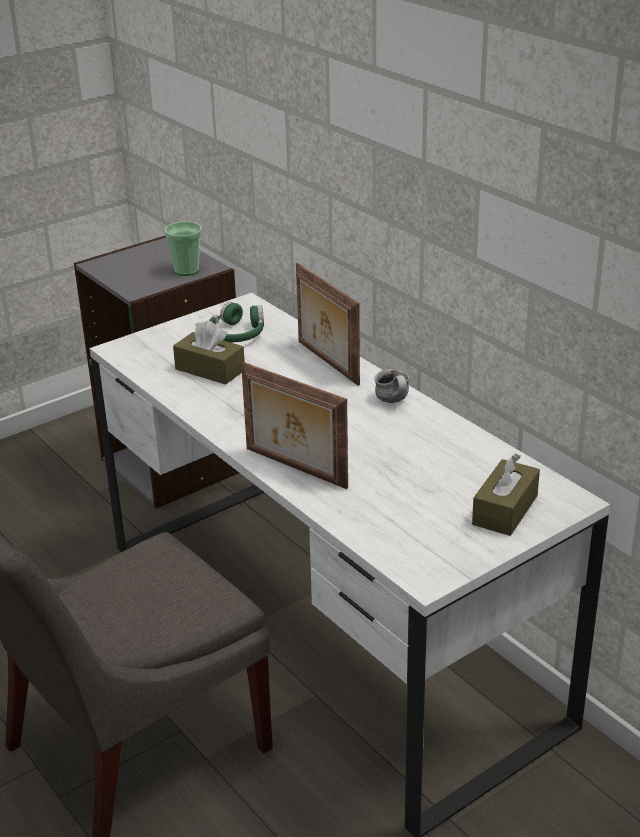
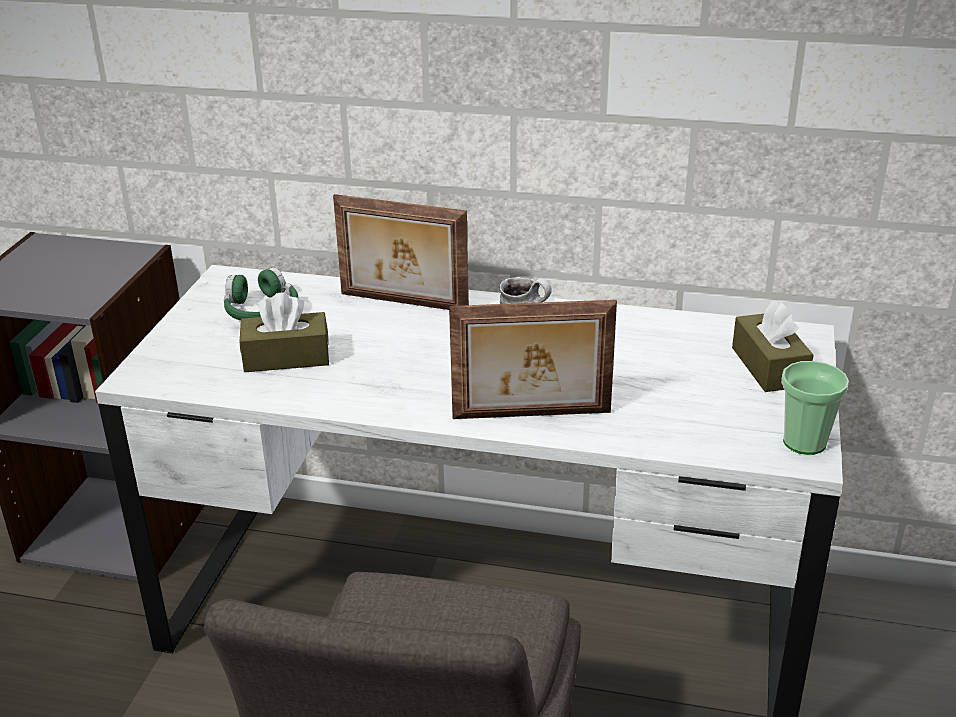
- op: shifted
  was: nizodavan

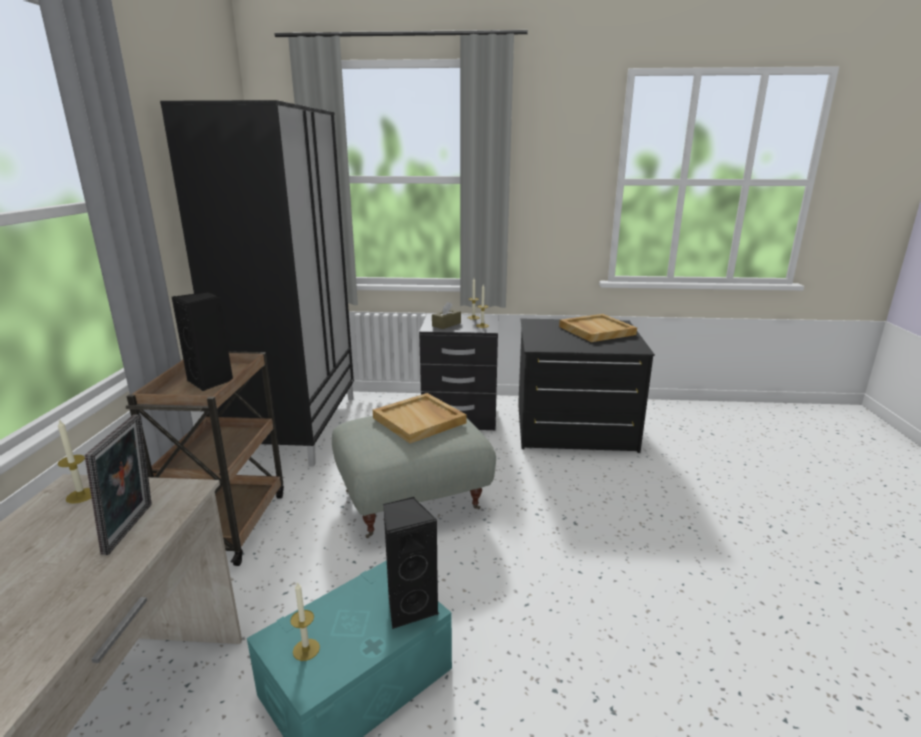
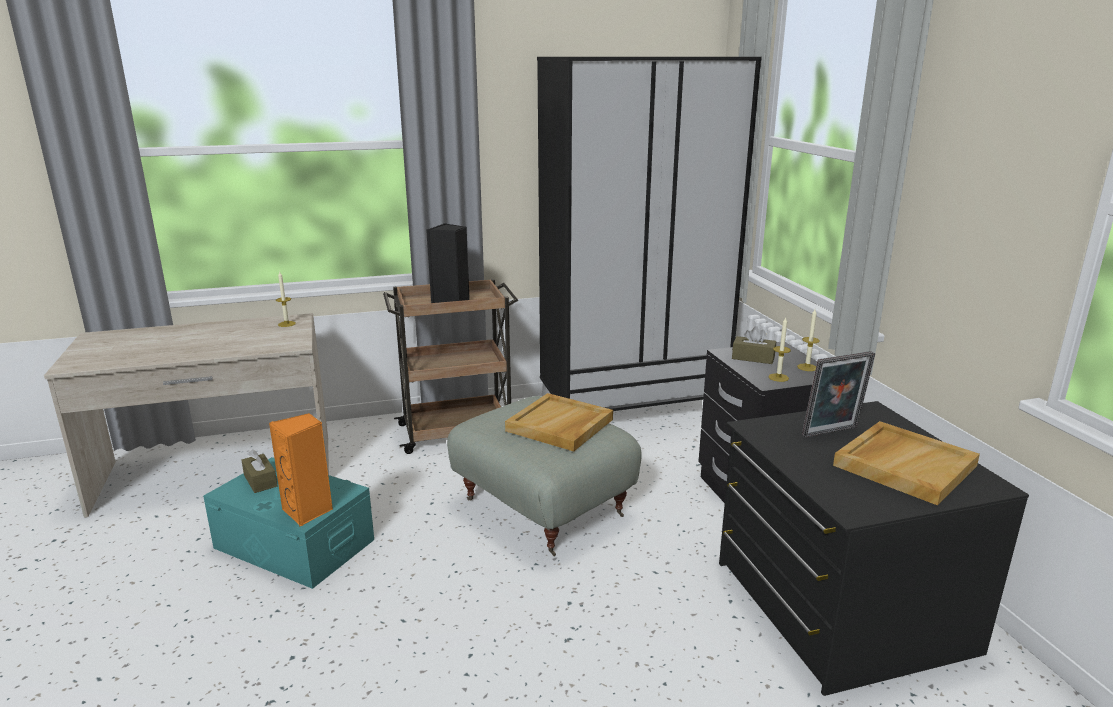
- op: swapped
  was: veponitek (no. 2 from left)
  now: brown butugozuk (no. 1 from left)
- op: repainted
  was: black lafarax (no. 2 from left)
  now: orange lafarax
- op: shifted
  was: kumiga

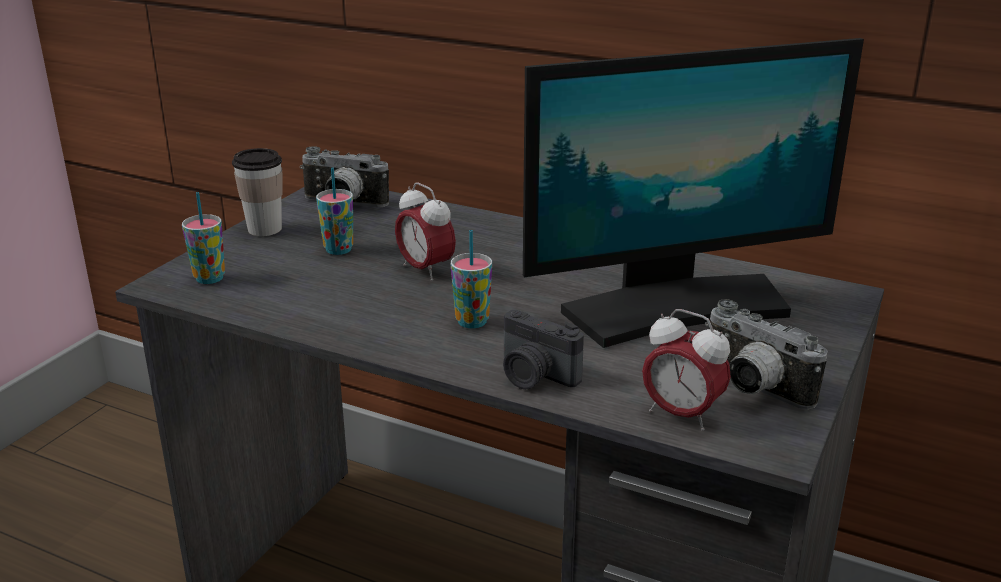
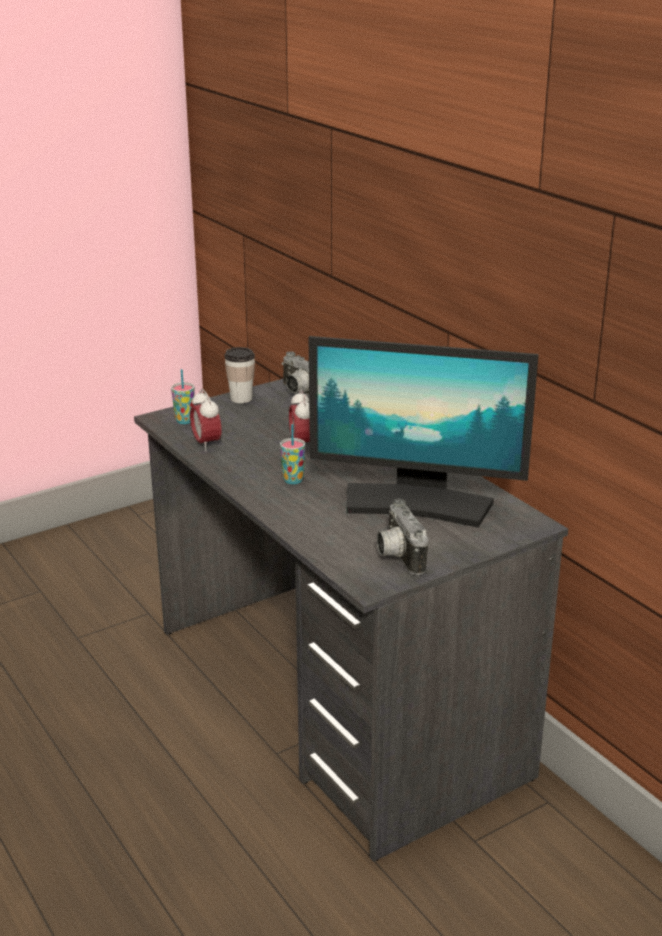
- op: shifted
  was: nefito (no. 2 from left in the first image)
  now: nefito (no. 1 from left)
- op: gone
  was: nizodavan (no. 3 from left)
- op: gone
  was: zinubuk (no. 2 from left)

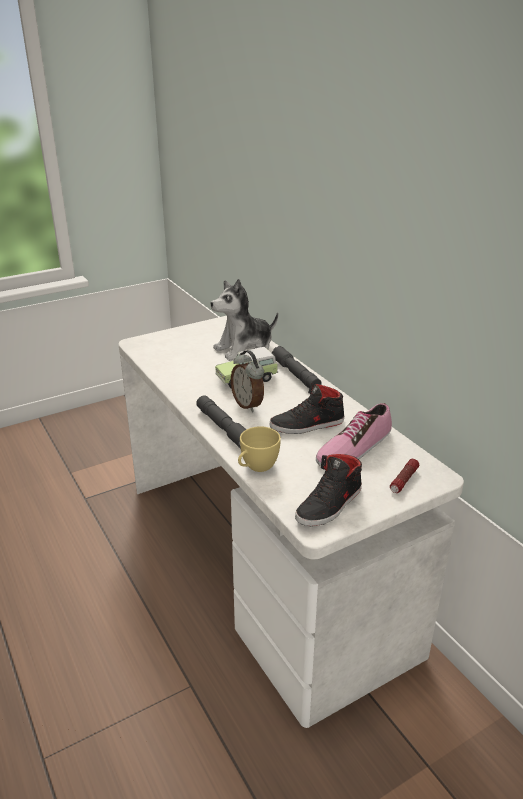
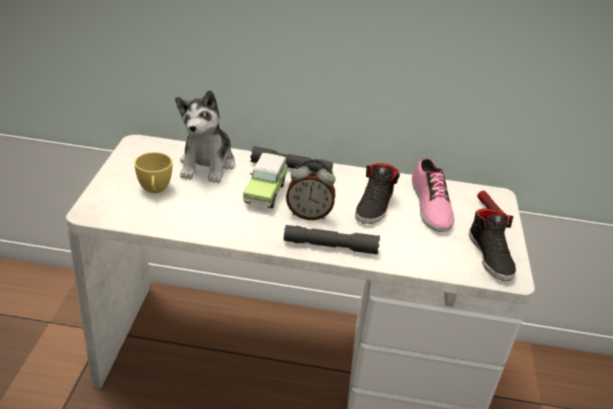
- op: shifted
  was: yellow nizodavan

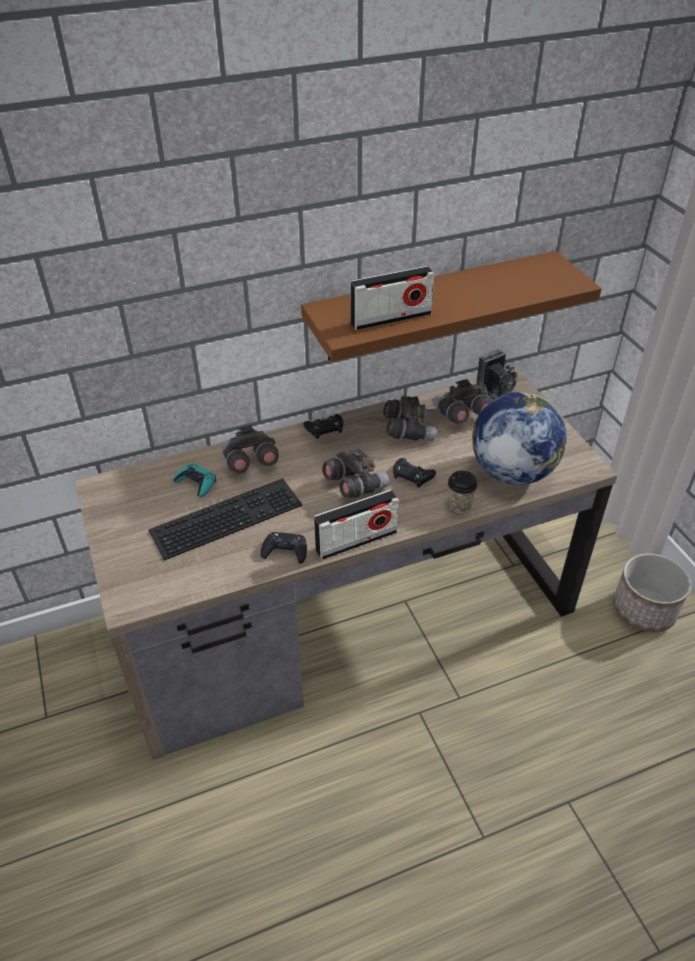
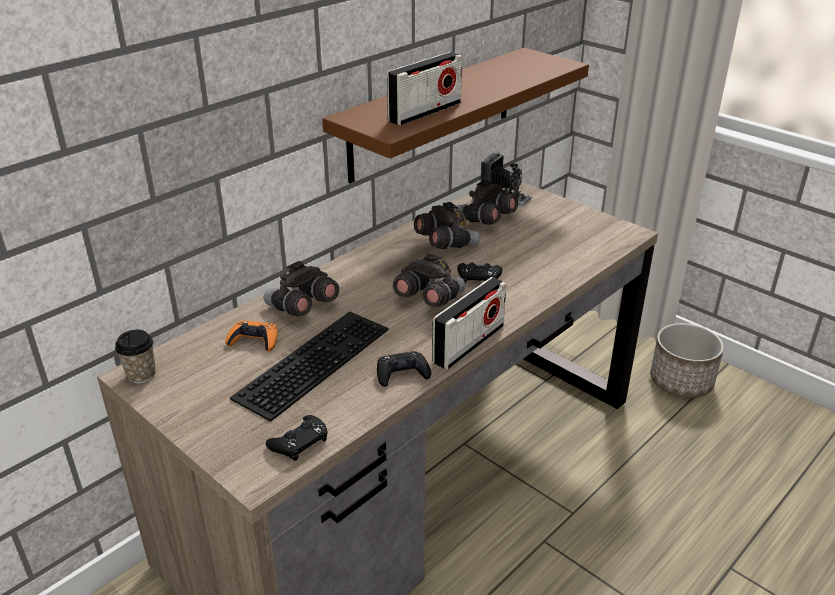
- op: shifted
  was: nizodavan
- op: repainted
  was: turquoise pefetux
  now: orange pefetux
- op: shifted
  was: black pefetux (no. 2 from left in the first image)
  now: black pefetux (no. 1 from left)
- op: gone
  was: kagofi

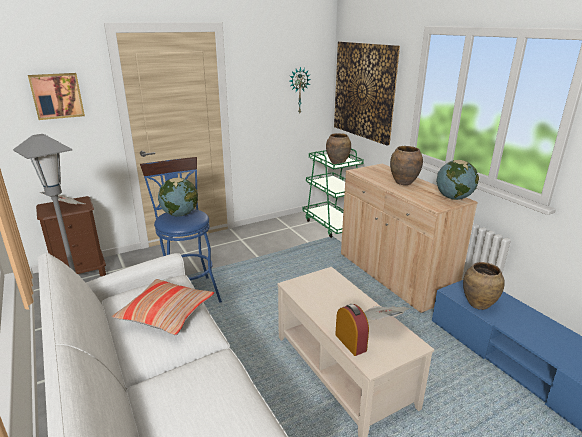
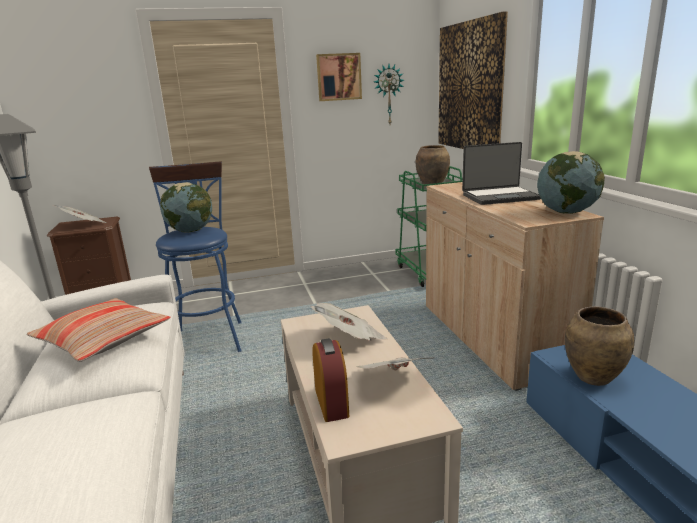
- op: new
  now: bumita (no. 2 from left)
- op: shifted
  was: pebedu (no. 1 from left)
- op: swapped
  was: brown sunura (no. 2 from left)
  now: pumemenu

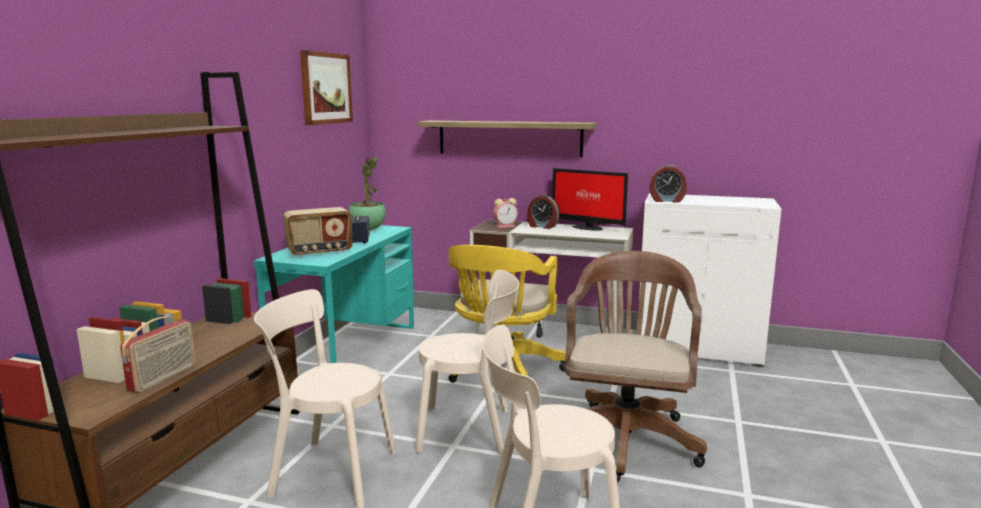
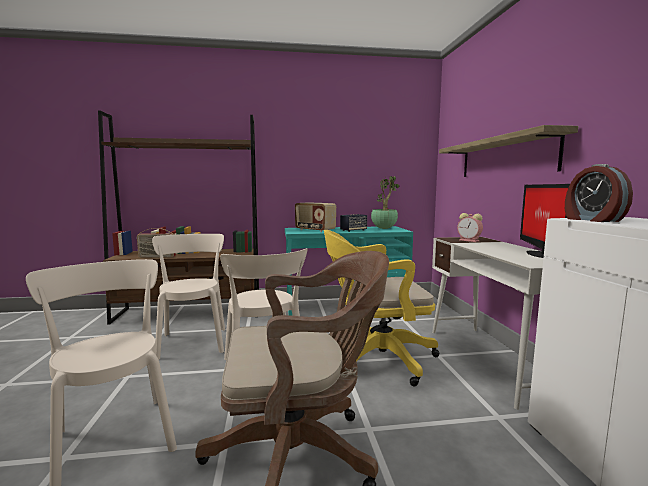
- op: gone
  was: pebedu
- op: gone
  was: nefito (no. 2 from left)

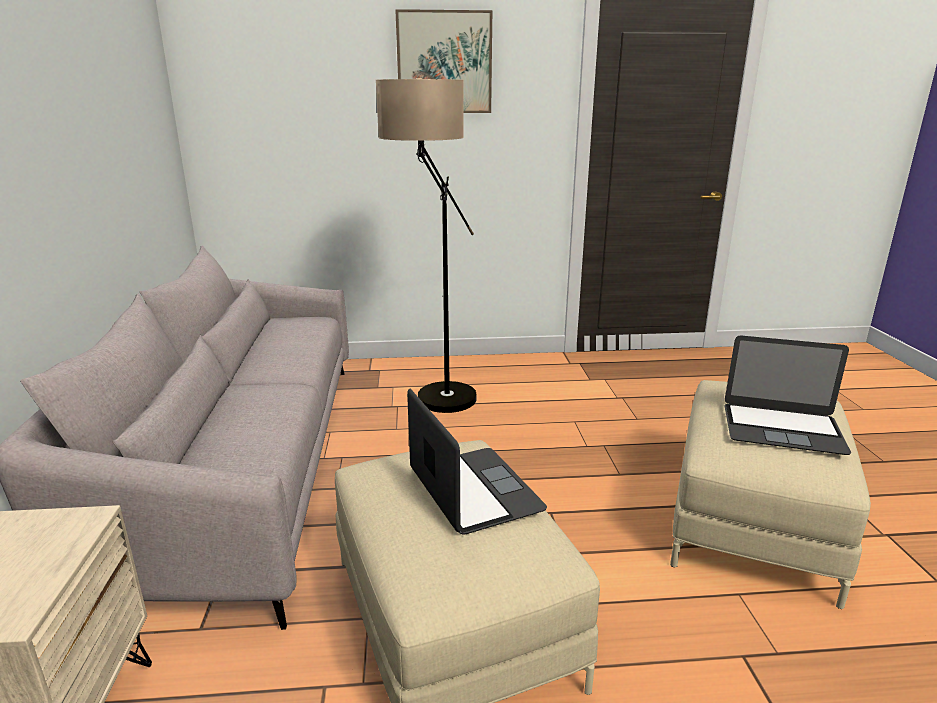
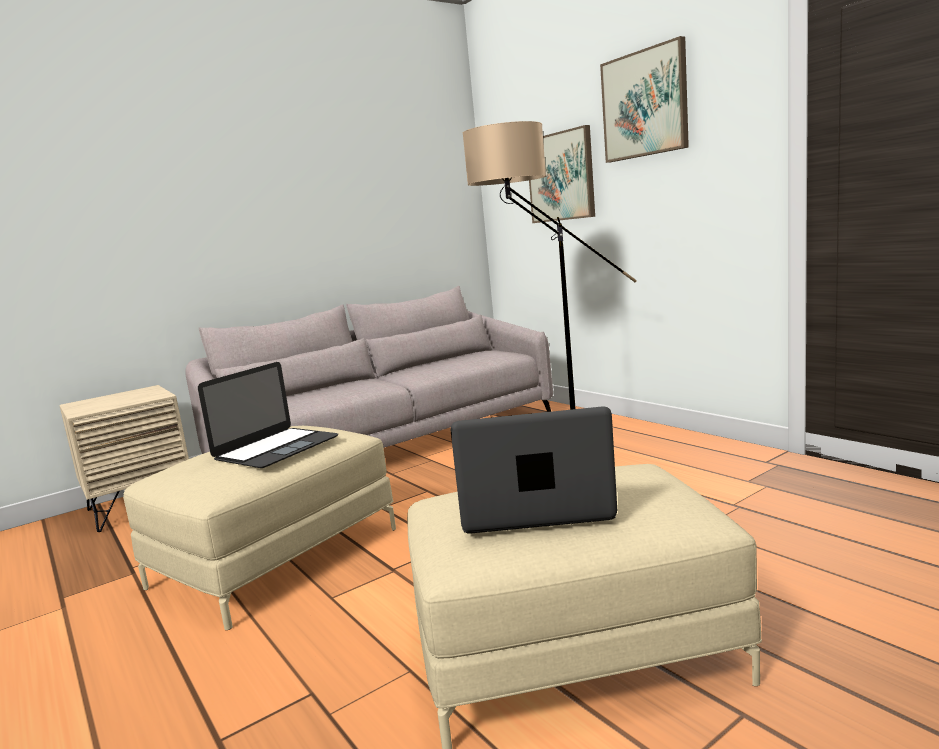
- op: rotated
  was: pumemenu (no. 2 from left)
  clockwise: 105
- op: new
  now: pebedu (no. 1 from left)

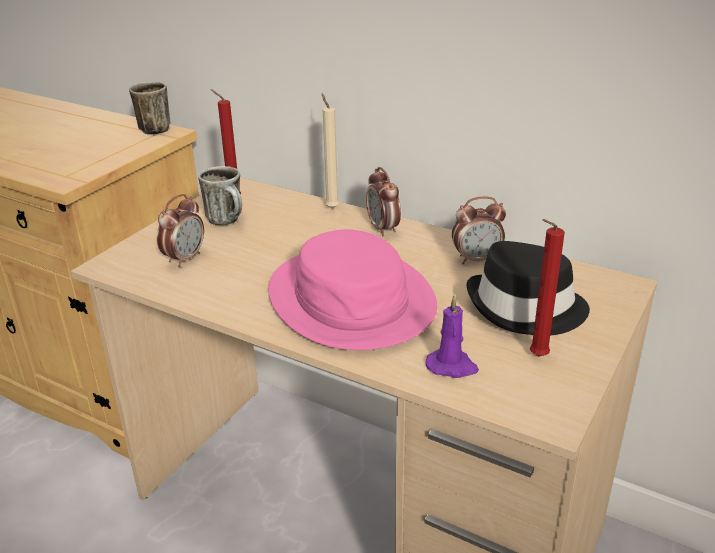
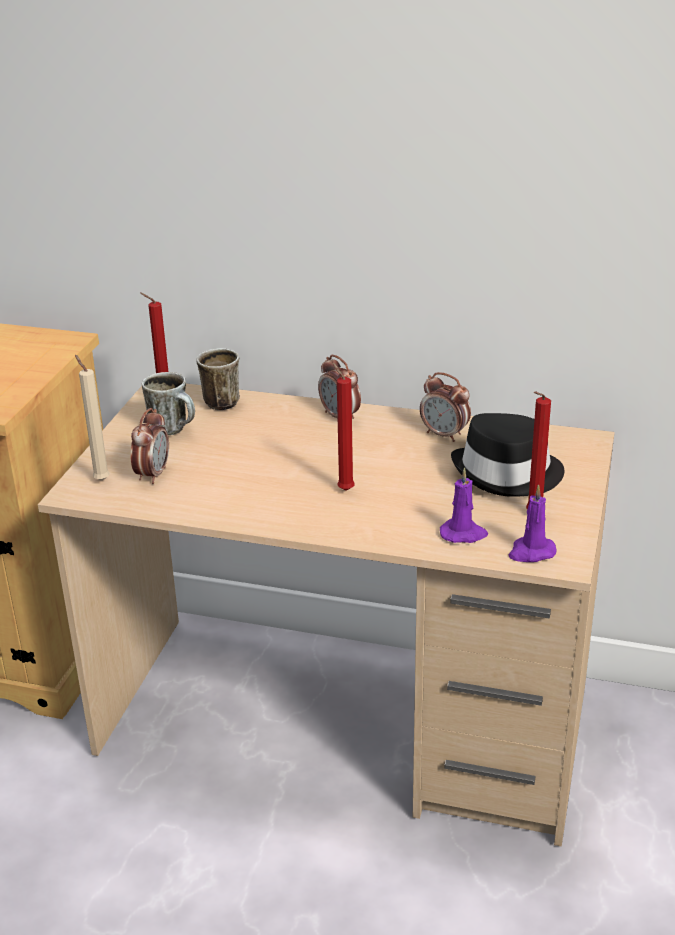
- op: shifted
  was: beige veponitek
- op: shifted
  was: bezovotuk (no. 1 from left in the first image)
  now: bezovotuk (no. 2 from left)
- op: swapped
  was: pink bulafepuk
  now: red veponitek (no. 2 from left)
- op: rotated
  was: nefito (no. 3 from left)
  clockwise: 60
- op: new
  now: purple veponitek (no. 2 from left)

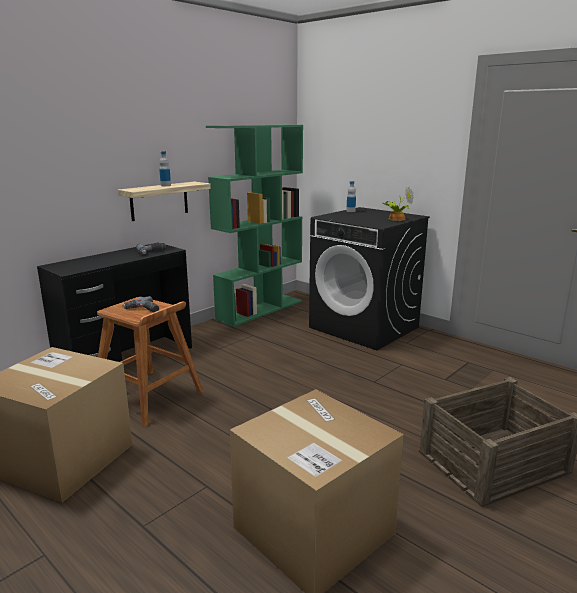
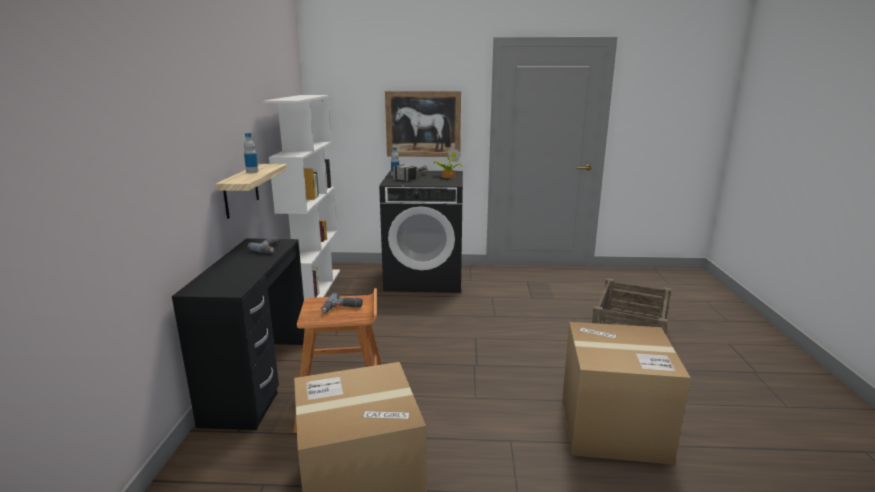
- op: repainted
  was: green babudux
  now: white babudux
- op: new
  now: pebedu
- op: new
  now: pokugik

